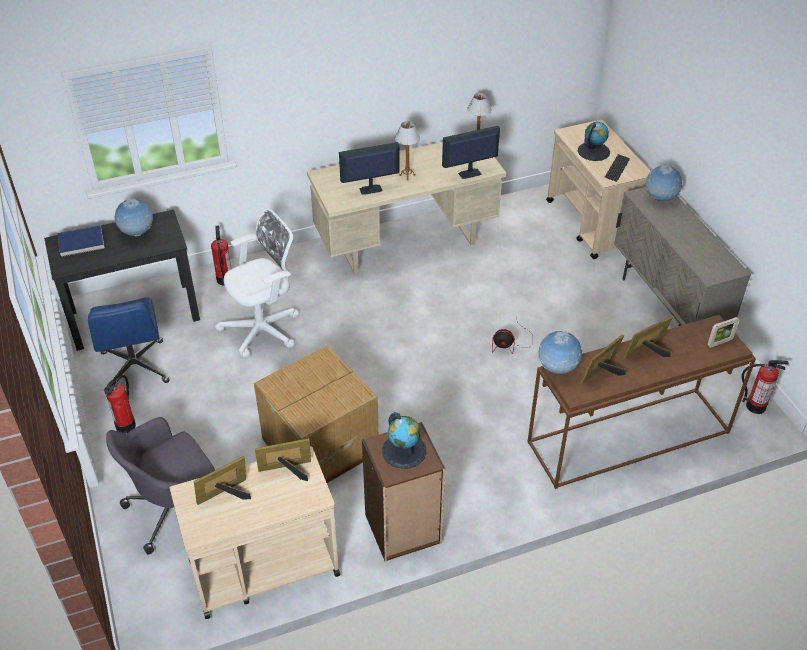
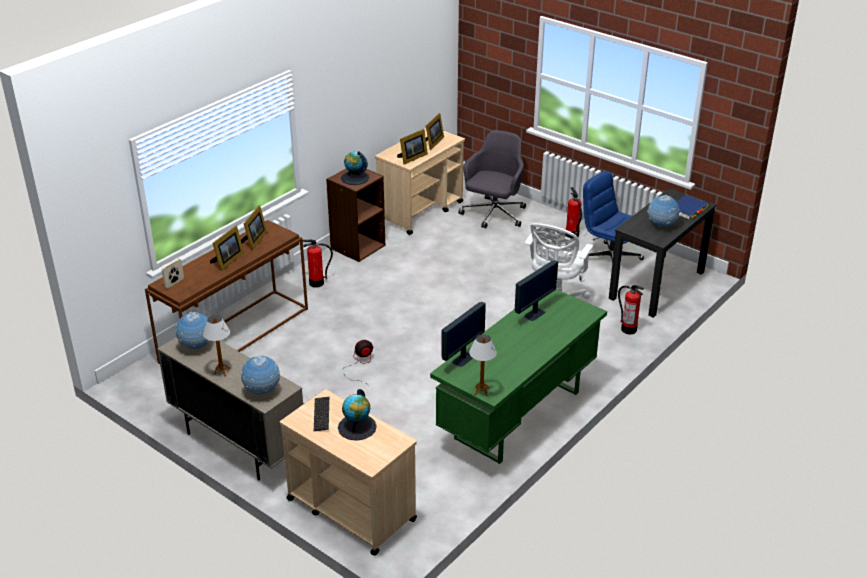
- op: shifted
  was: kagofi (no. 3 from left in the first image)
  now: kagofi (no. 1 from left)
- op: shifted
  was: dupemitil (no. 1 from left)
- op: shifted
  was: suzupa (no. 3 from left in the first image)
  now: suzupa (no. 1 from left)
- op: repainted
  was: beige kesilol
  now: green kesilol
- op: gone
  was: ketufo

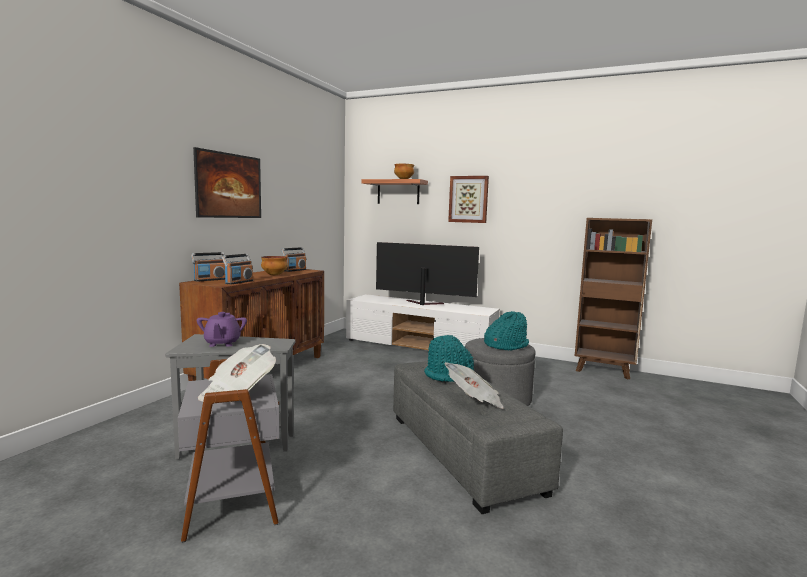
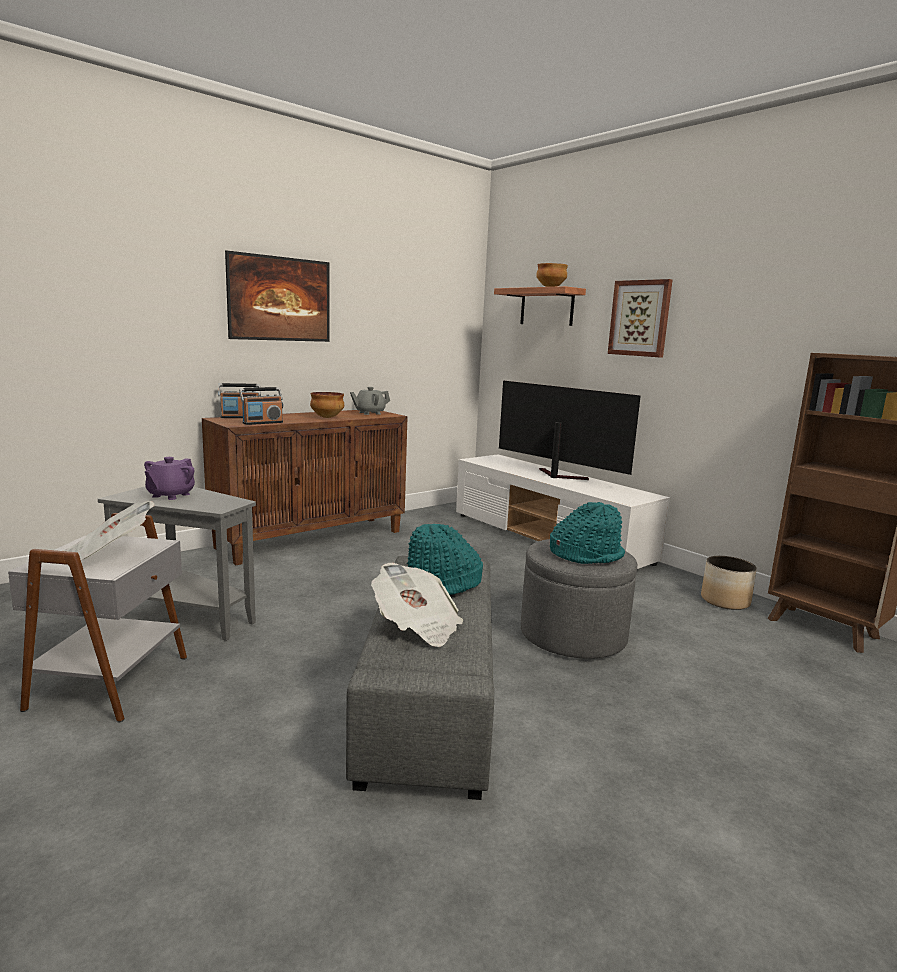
- op: swapped
  was: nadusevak (no. 3 from left)
  now: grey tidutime
- op: new
  now: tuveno

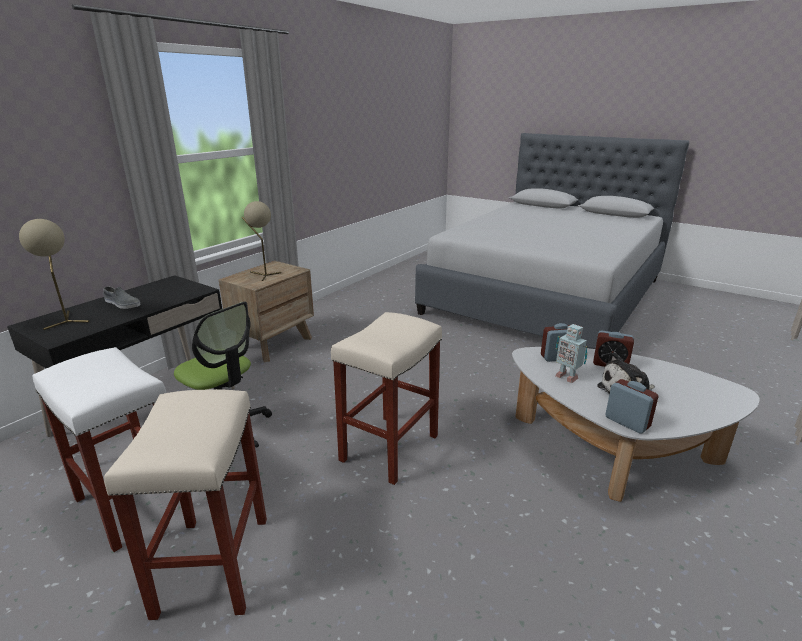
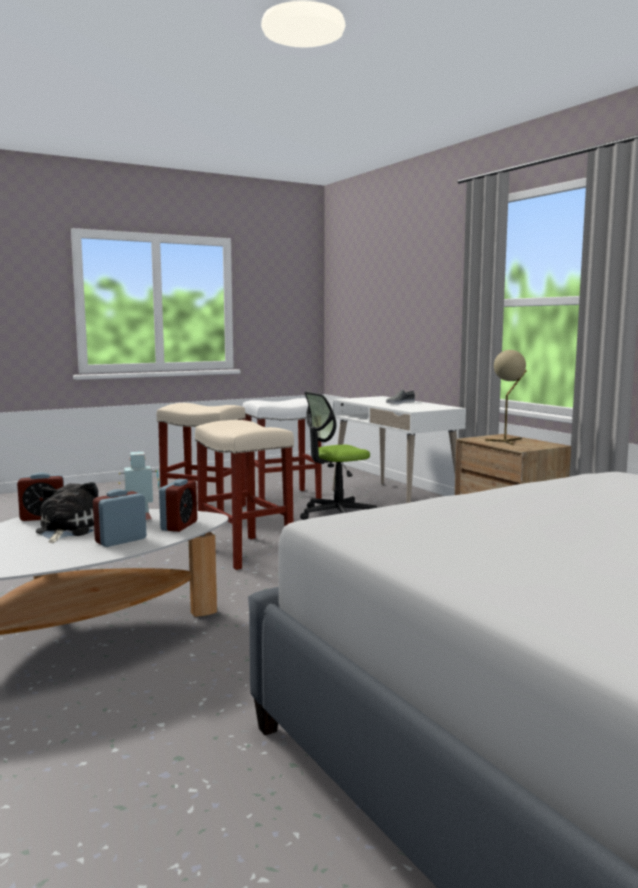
- op: repainted
  was: black kesilol
  now: white kesilol
- op: gone
  was: beige dupemitil (no. 1 from left)

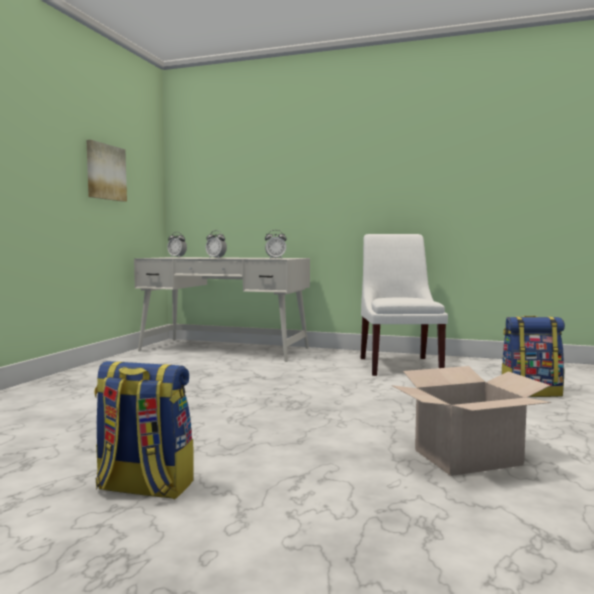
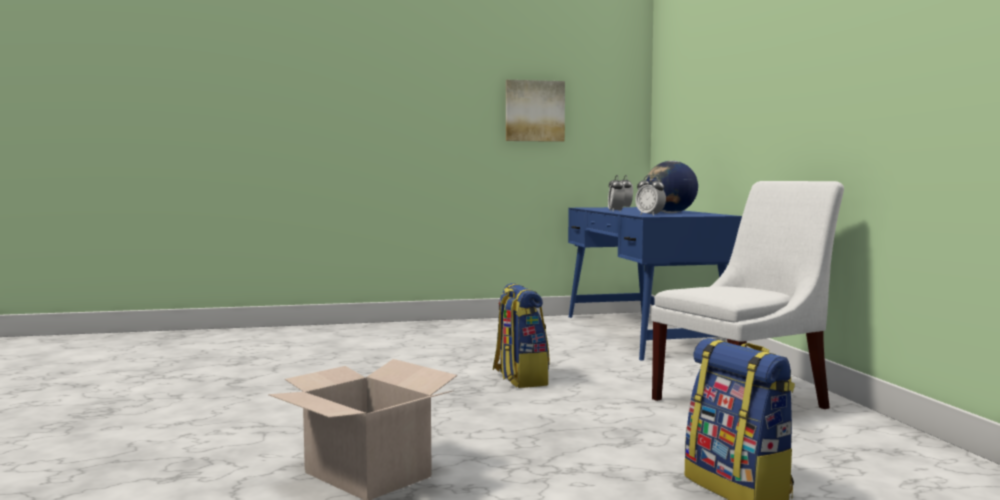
- op: shifted
  was: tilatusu (no. 1 from left)
- op: repainted
  was: white kesilol
  now: blue kesilol
- op: new
  now: kagofi

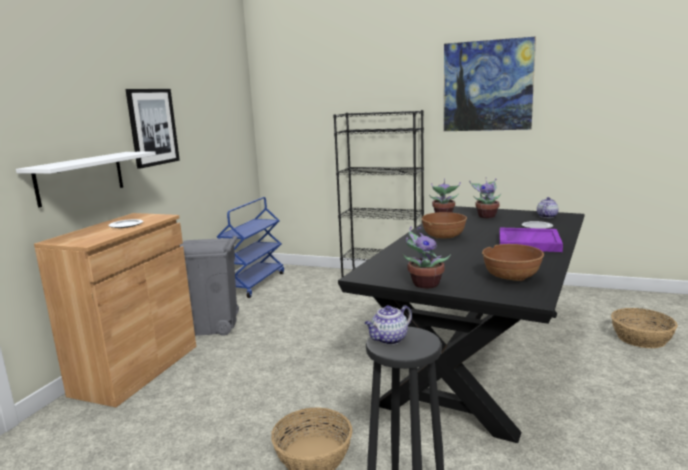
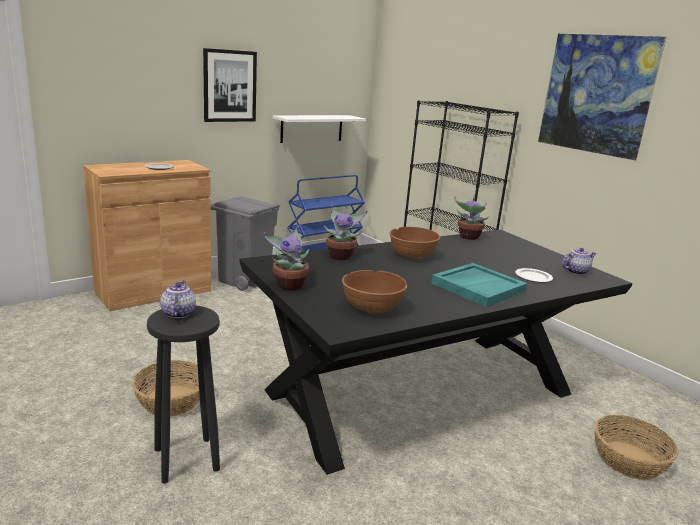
- op: rotated
  was: tidutime (no. 1 from left)
  clockwise: 90
- op: shifted
  was: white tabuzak
- op: shifted
  was: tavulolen (no. 3 from left in the first image)
  now: tavulolen (no. 2 from left)
- op: repainted
  was: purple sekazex
  now: turquoise sekazex

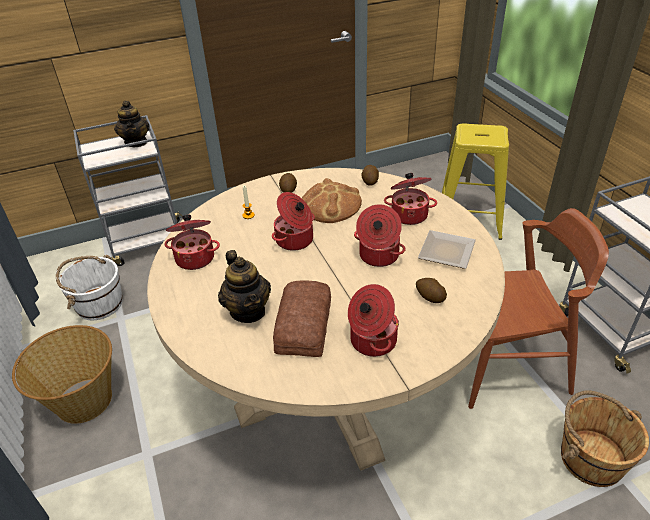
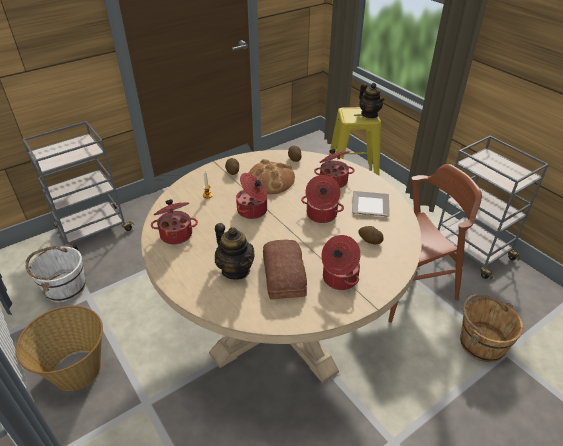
- op: shifted
  was: tidutime (no. 1 from left in the first image)
  now: tidutime (no. 2 from left)

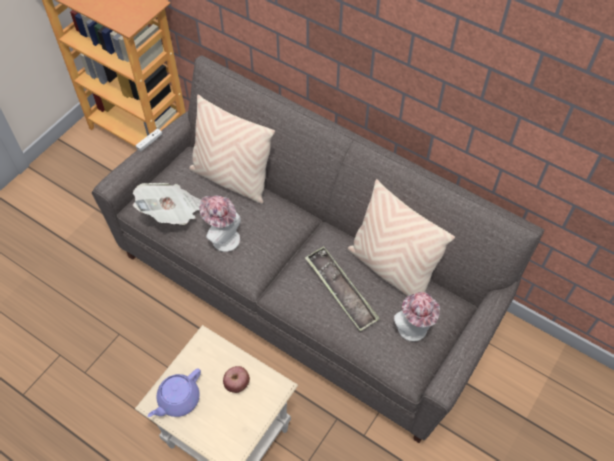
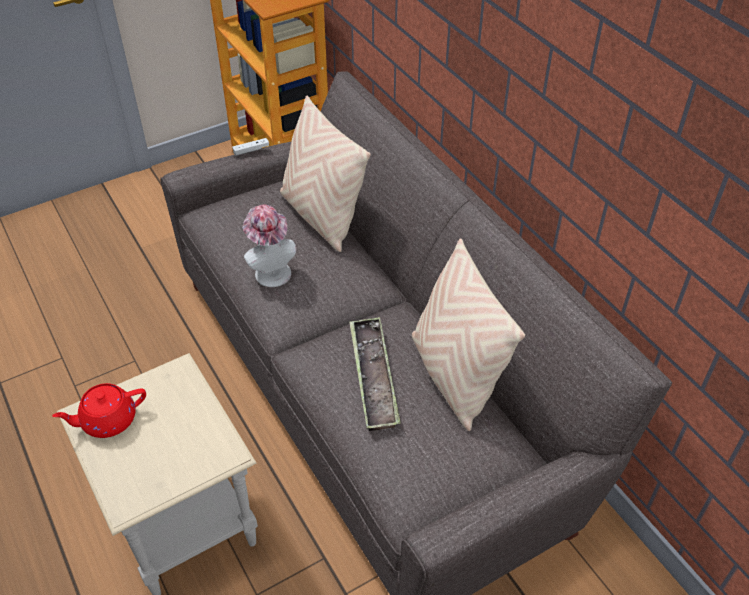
- op: repainted
  was: purple tidutime
  now: red tidutime
- op: gone
  was: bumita
- op: gone
  was: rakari
- op: gone
  was: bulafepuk (no. 2 from left)

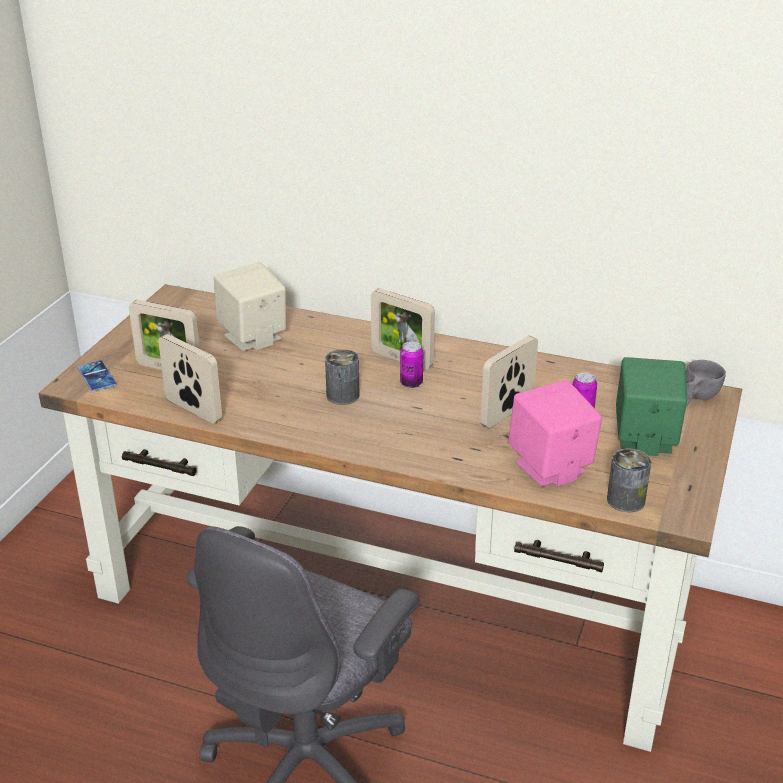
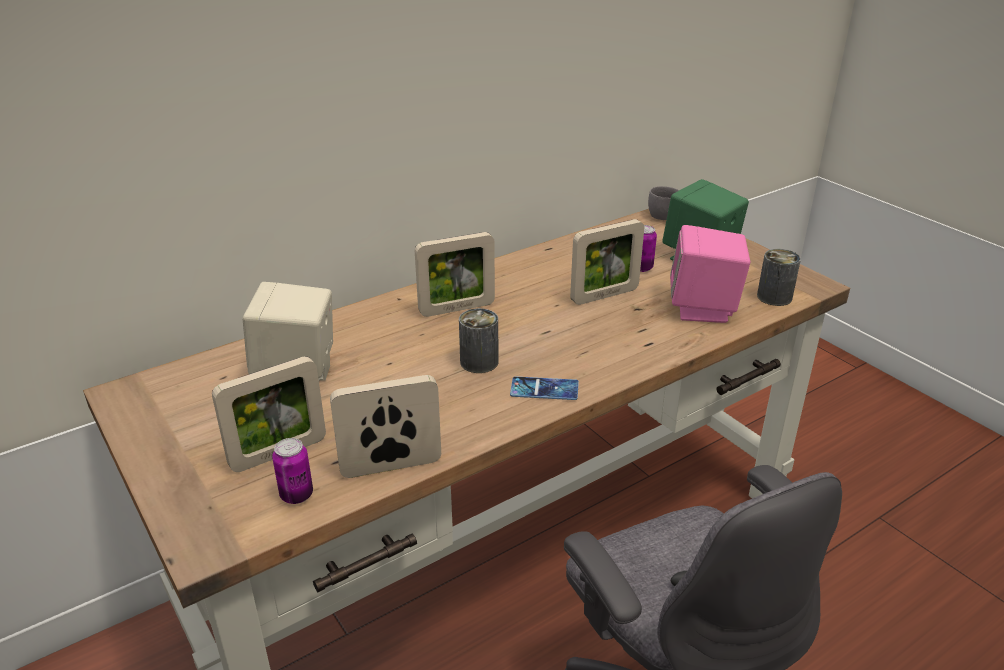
- op: shifted
  was: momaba (no. 2 from left in the first image)
  now: momaba (no. 1 from left)
- op: shifted
  was: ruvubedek
- op: rotated
  was: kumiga (no. 4 from left)
  clockwise: -105

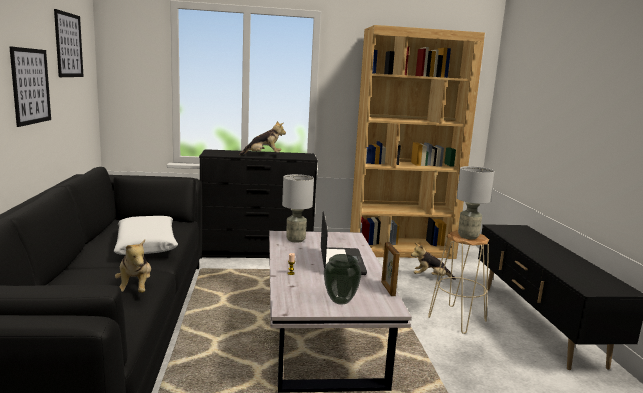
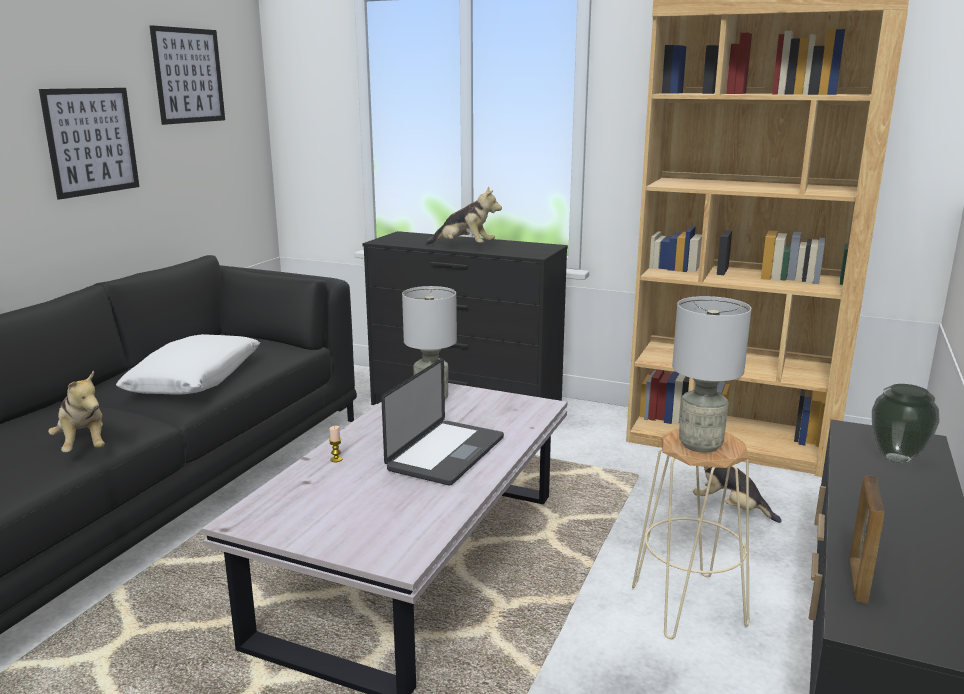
- op: rotated
  was: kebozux (no. 1 from left)
  clockwise: -45
- op: shifted
  was: kumiga
- op: shifted
  was: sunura

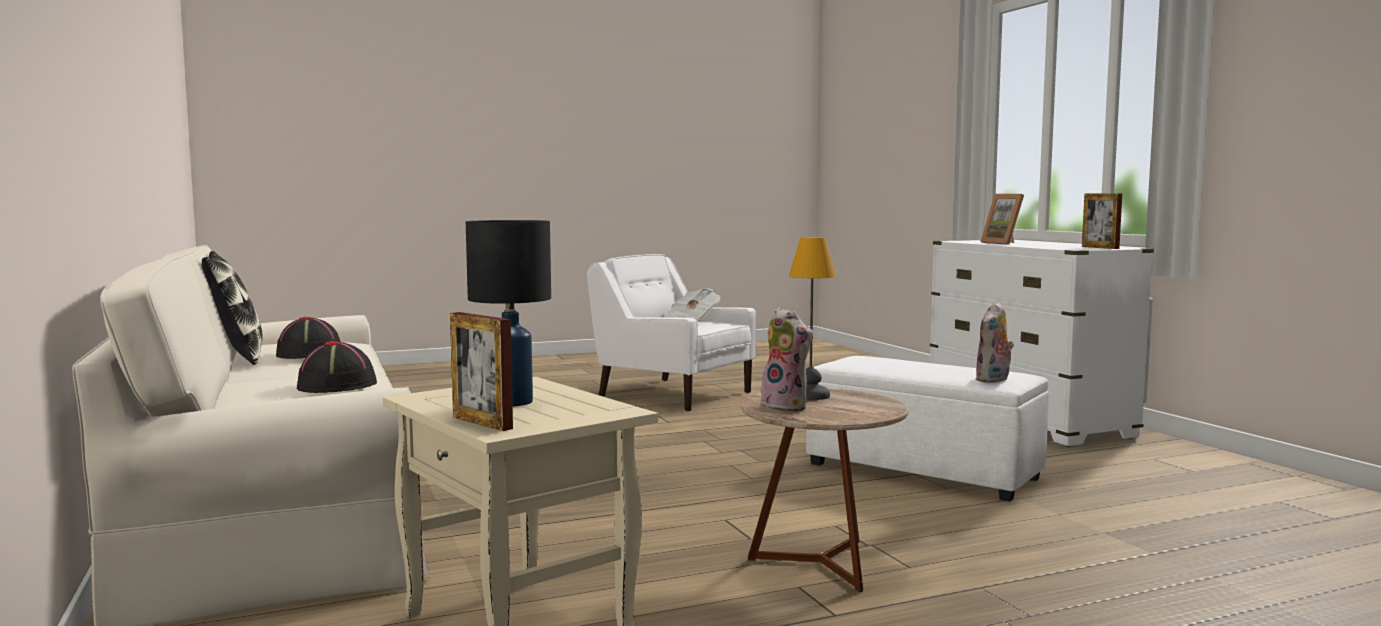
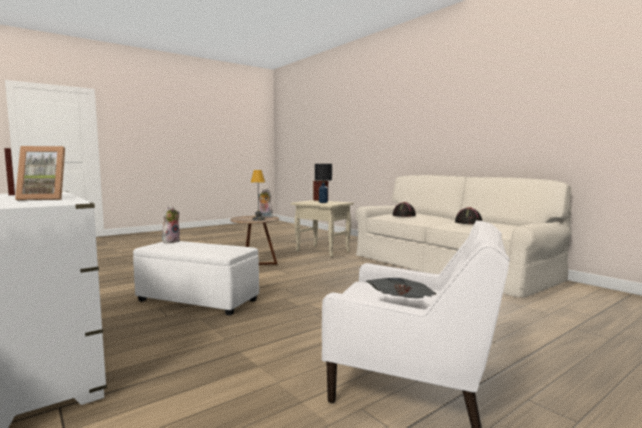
- op: rotated
  was: kumiga (no. 2 from left)
  clockwise: 120
- op: gone
  was: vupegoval

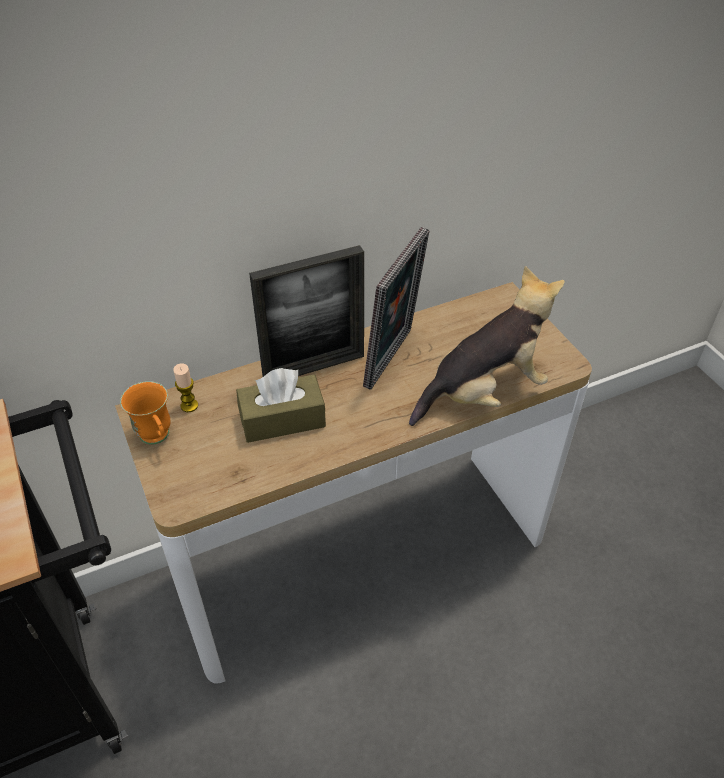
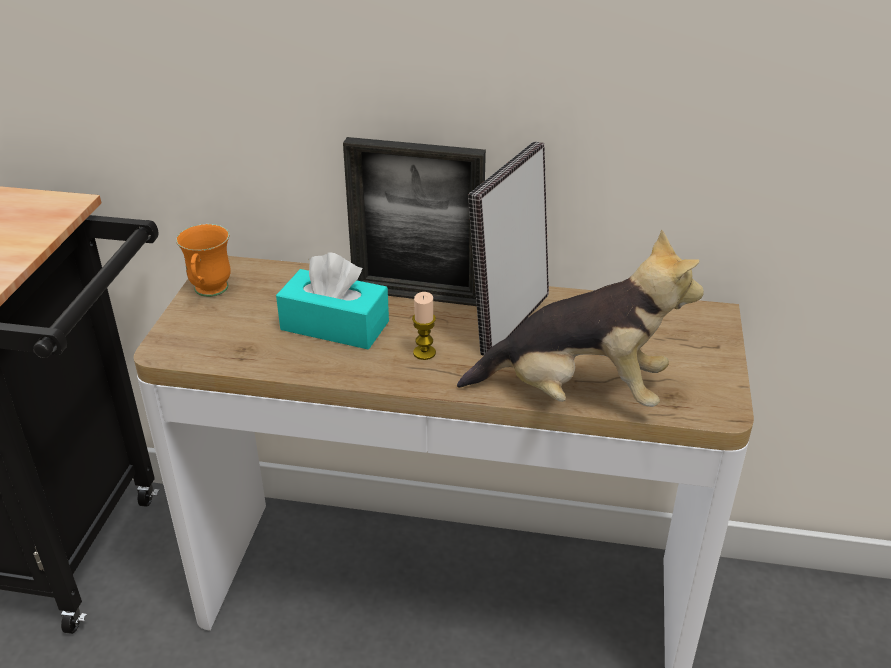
- op: repainted
  was: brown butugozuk
  now: turquoise butugozuk
- op: shifted
  was: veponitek
- op: rotated
  was: kumiga (no. 2 from left)
  clockwise: 150

